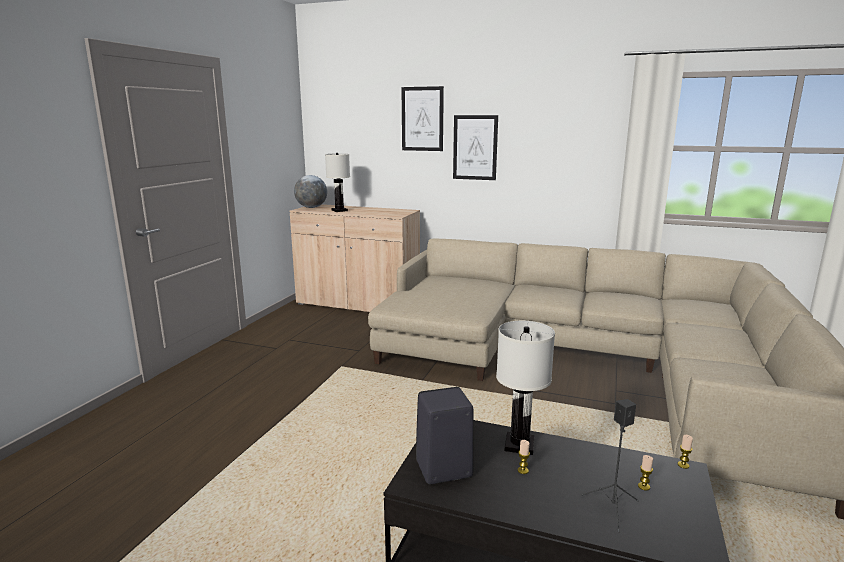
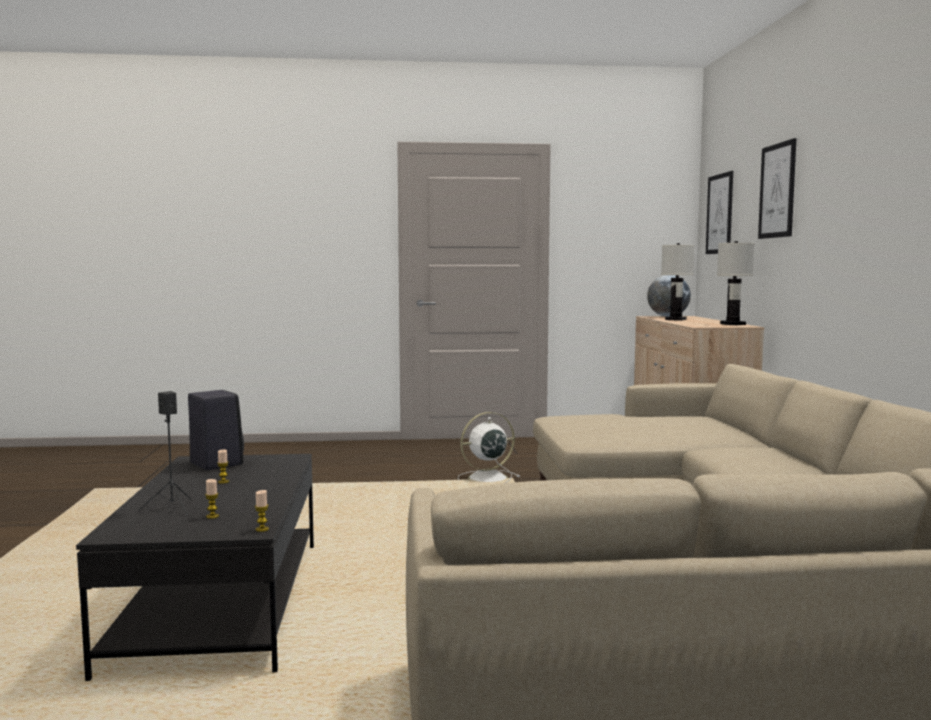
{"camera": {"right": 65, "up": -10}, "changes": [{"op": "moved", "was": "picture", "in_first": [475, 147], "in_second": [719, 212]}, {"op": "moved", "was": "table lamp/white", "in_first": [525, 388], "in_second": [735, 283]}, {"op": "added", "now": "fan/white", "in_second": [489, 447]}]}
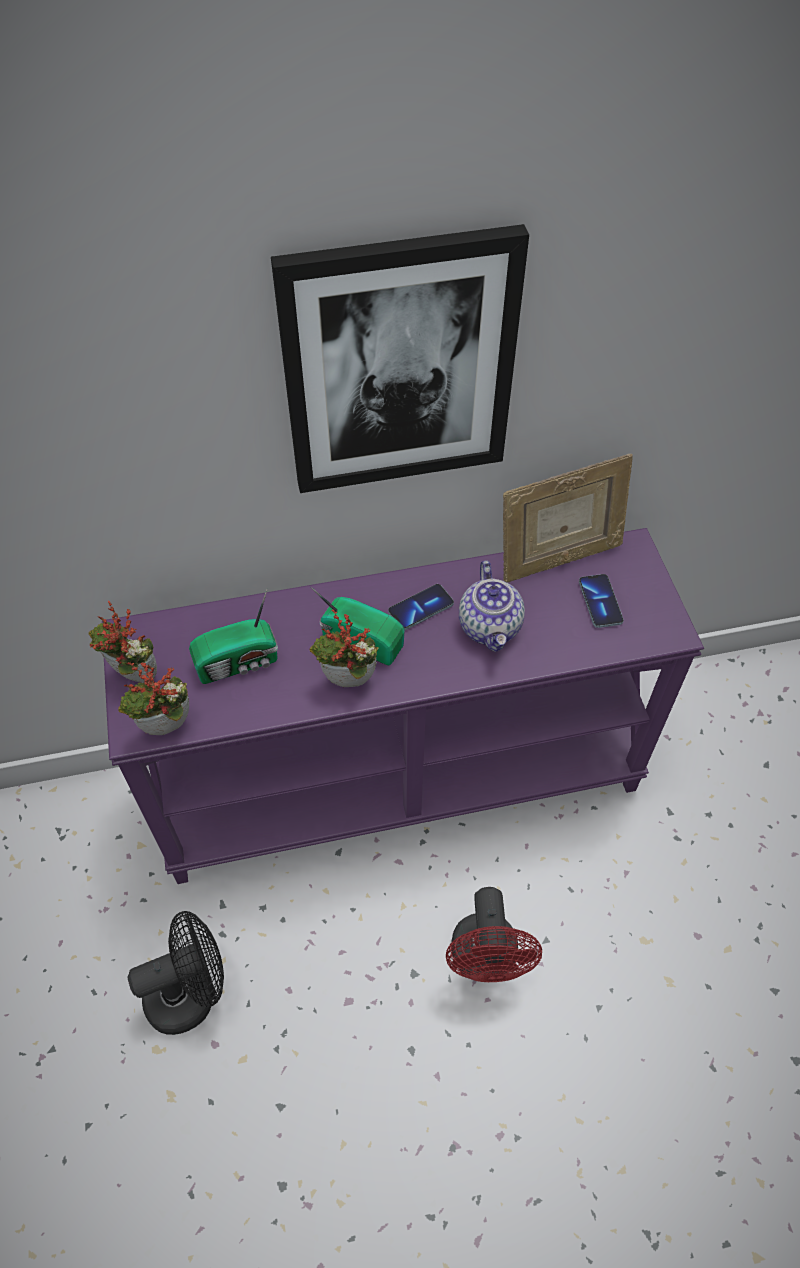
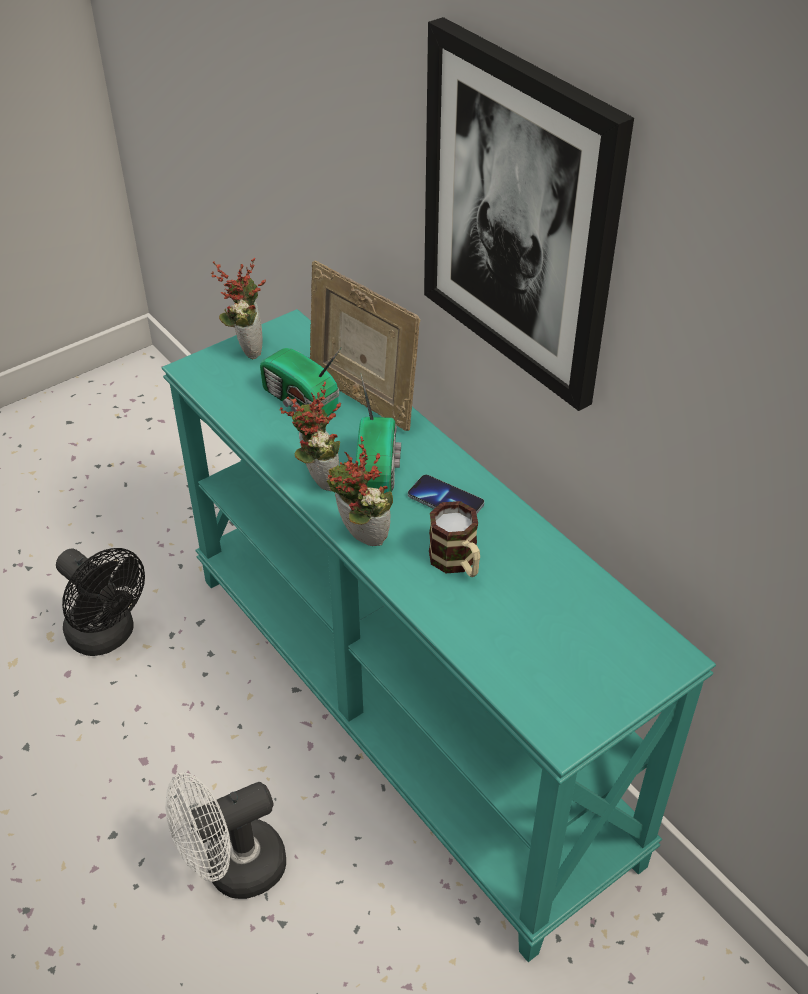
{"camera": {"right": 65, "up": -10}, "changes": [{"op": "moved", "was": "picture frame", "in_first": [568, 518], "in_second": [365, 345]}, {"op": "recoloured", "was": "console table/purple", "now": "console table/turquoise", "in_first": [403, 706], "in_second": [439, 635]}, {"op": "replaced", "was": "teapot", "now": "mug", "in_first": [492, 606], "in_second": [454, 539]}, {"op": "removed", "was": "phone", "in_first": [601, 601]}, {"op": "moved", "was": "potted plant", "in_first": [153, 698], "in_second": [360, 491]}, {"op": "recoloured", "was": "fan/red", "now": "fan/white", "in_first": [494, 934], "in_second": [225, 835]}]}
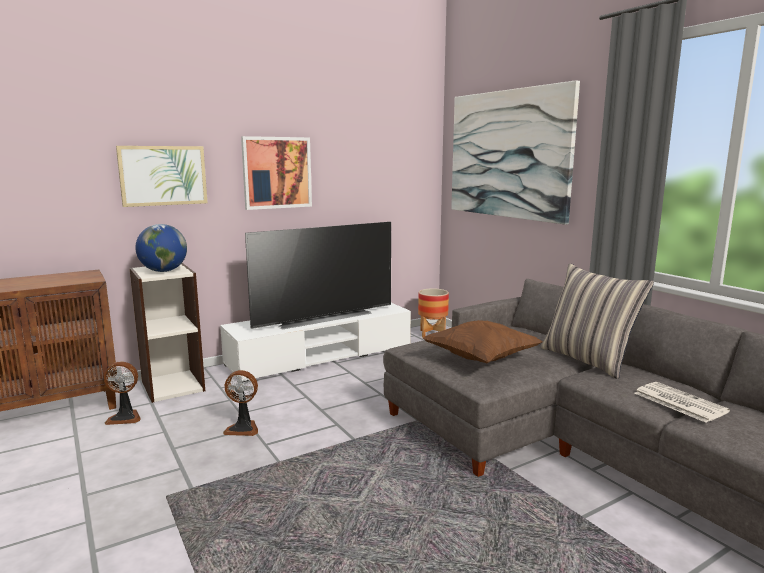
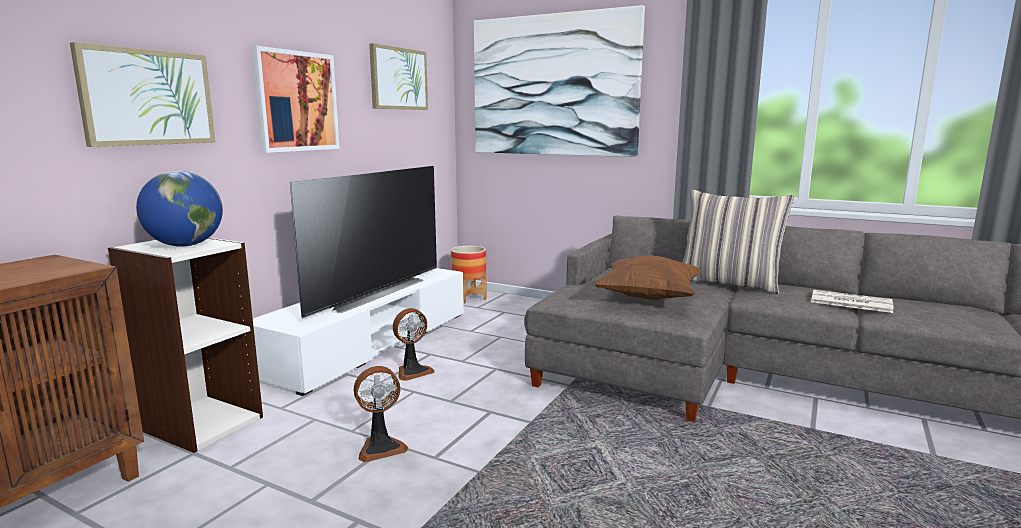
{"camera": {"right": -30, "up": 0}, "changes": [{"op": "moved", "was": "fan", "in_first": [122, 393], "in_second": [413, 344]}, {"op": "added", "now": "picture", "in_second": [398, 76]}]}
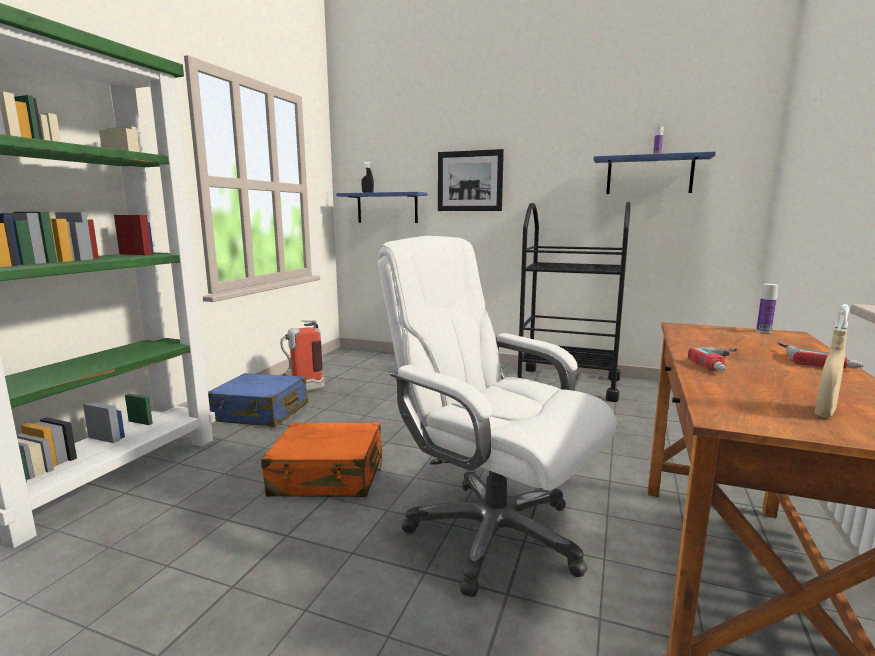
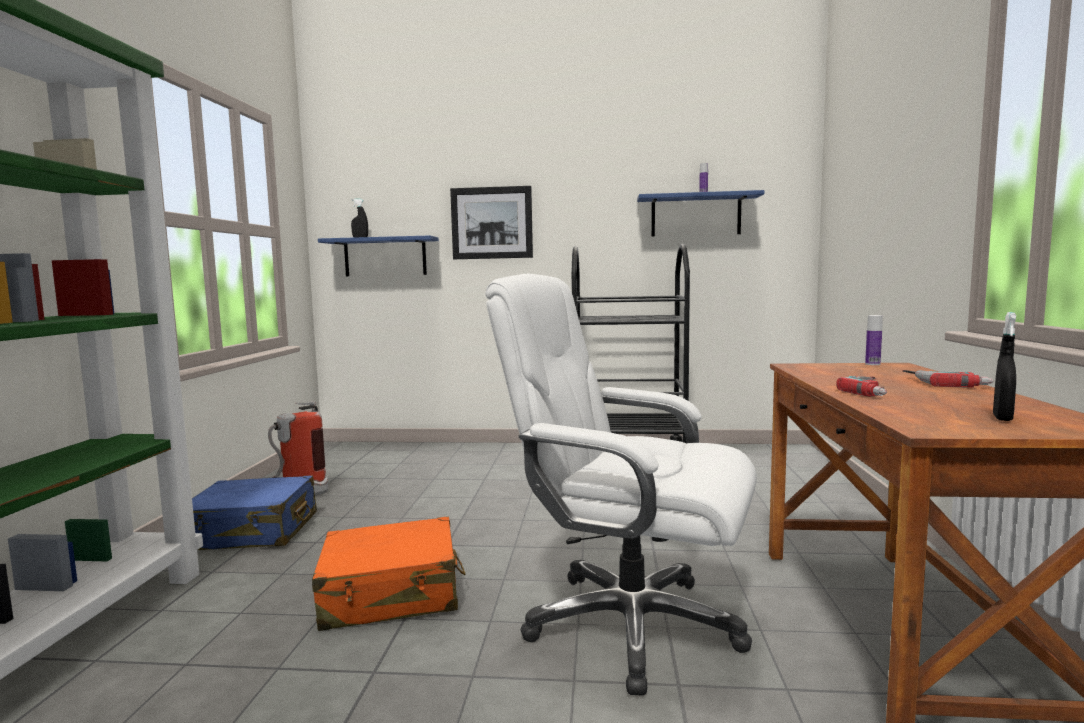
{"camera": {"right": -15, "up": -5}, "changes": [{"op": "recoloured", "was": "spray bottle/beige", "now": "spray bottle/black", "in_first": [832, 361], "in_second": [1004, 366]}]}
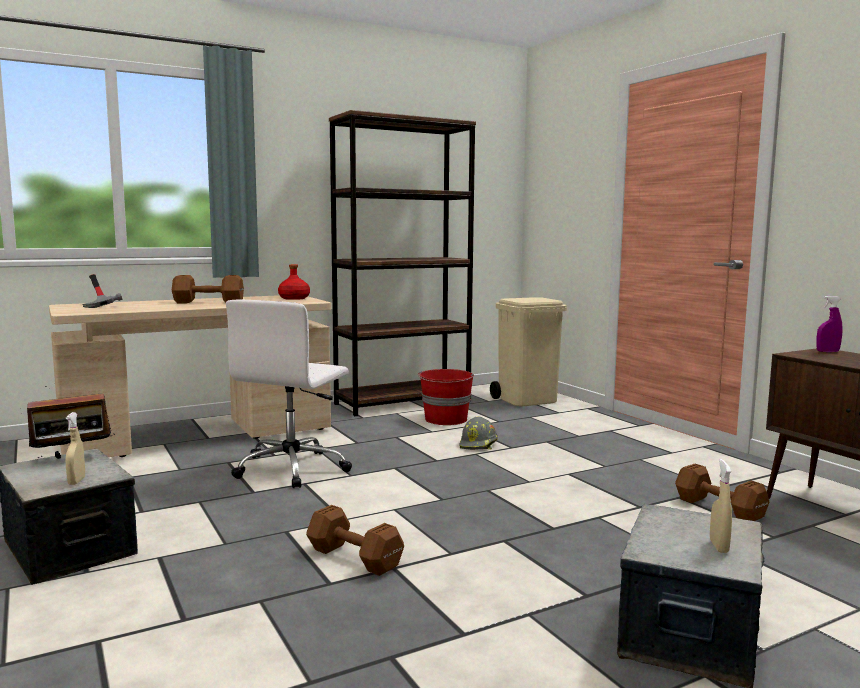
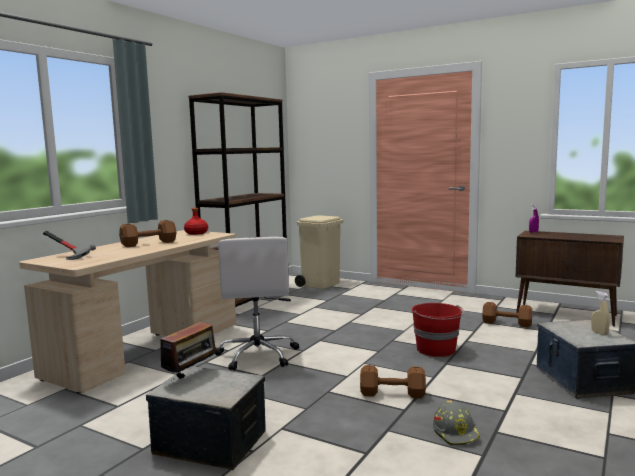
{"camera": {"right": -30, "up": 0}, "changes": [{"op": "moved", "was": "bucket/red", "in_first": [446, 397], "in_second": [438, 330]}, {"op": "removed", "was": "spray bottle/beige", "in_first": [75, 448]}, {"op": "moved", "was": "hard hat/grey", "in_first": [478, 433], "in_second": [456, 423]}]}
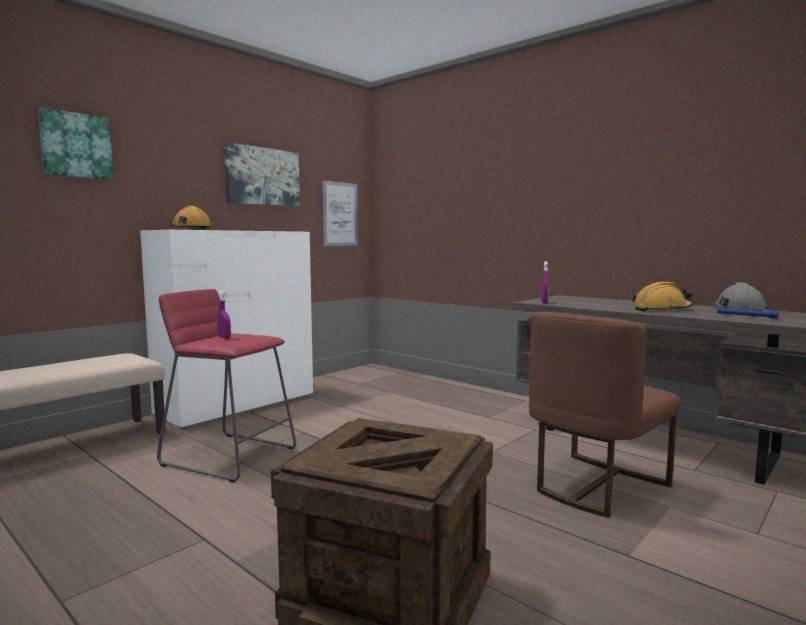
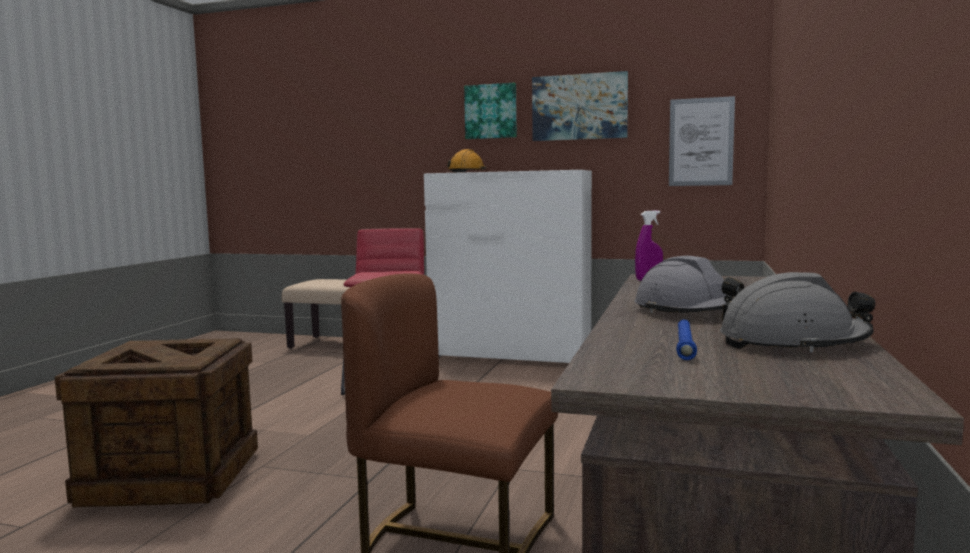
{"camera": {"right": 65, "up": 0}, "changes": [{"op": "moved", "was": "picture", "in_first": [76, 143], "in_second": [490, 111]}, {"op": "recoloured", "was": "hard hat/orange", "now": "hard hat/grey", "in_first": [663, 296], "in_second": [689, 284]}, {"op": "removed", "was": "spray bottle/purple", "in_first": [224, 315]}]}
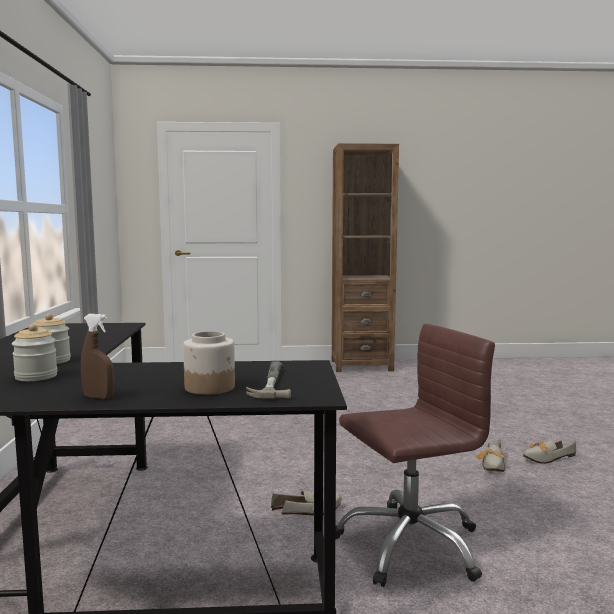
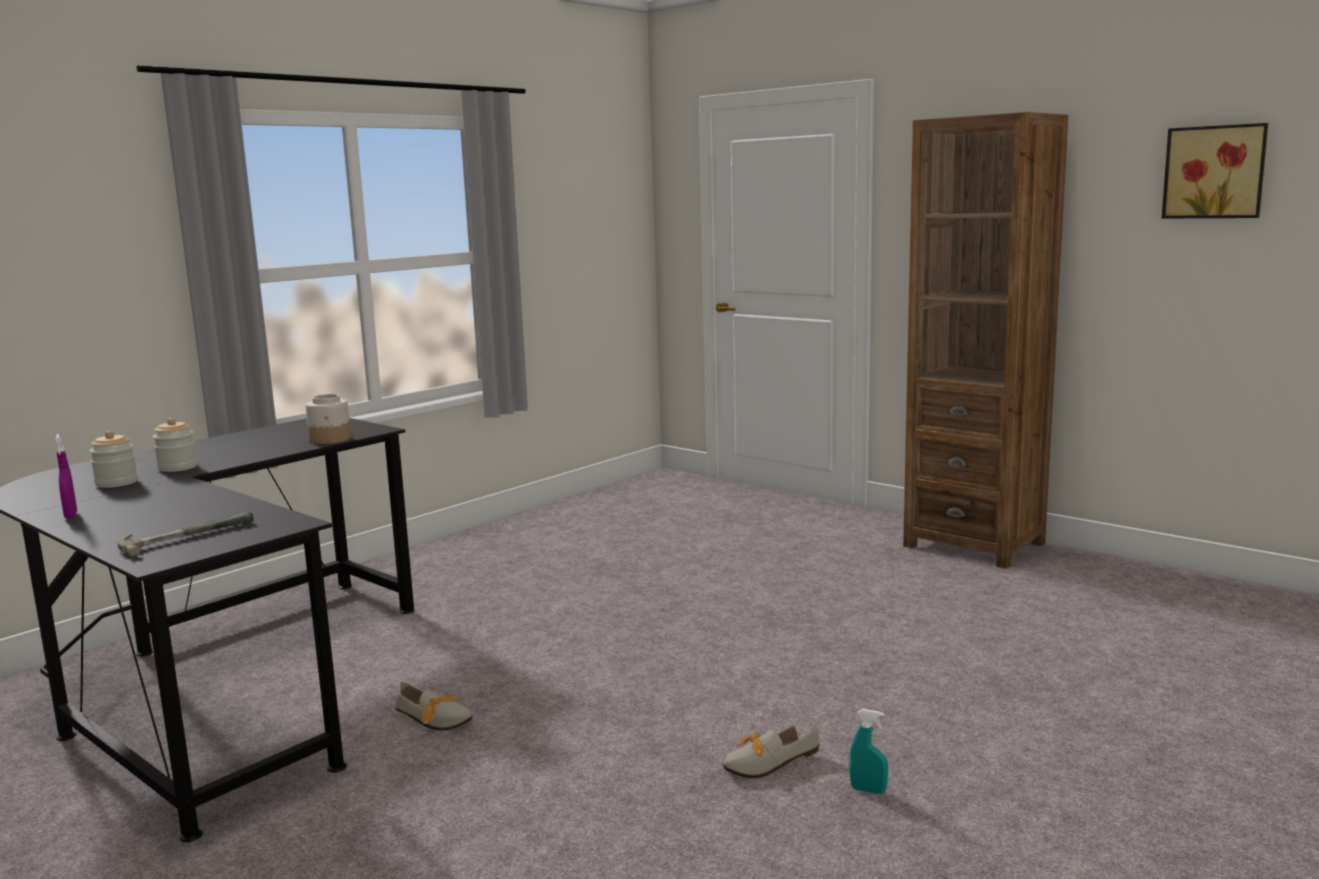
{"camera": {"right": 45, "up": 5}, "changes": [{"op": "recoloured", "was": "spray bottle/brown", "now": "spray bottle/purple", "in_first": [97, 356], "in_second": [66, 476]}, {"op": "removed", "was": "office chair/brown", "in_first": [415, 455]}, {"op": "moved", "was": "jar", "in_first": [209, 363], "in_second": [328, 419]}, {"op": "replaced", "was": "shoe", "now": "spray bottle/turquoise", "in_first": [549, 452], "in_second": [868, 751]}, {"op": "added", "now": "picture", "in_second": [1215, 170]}]}
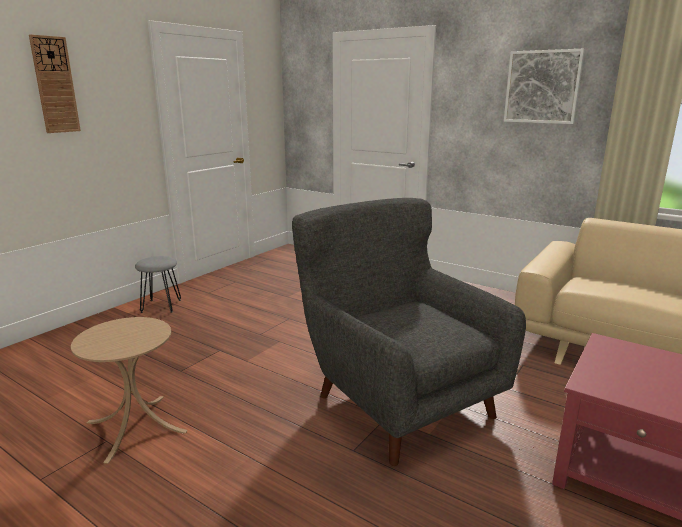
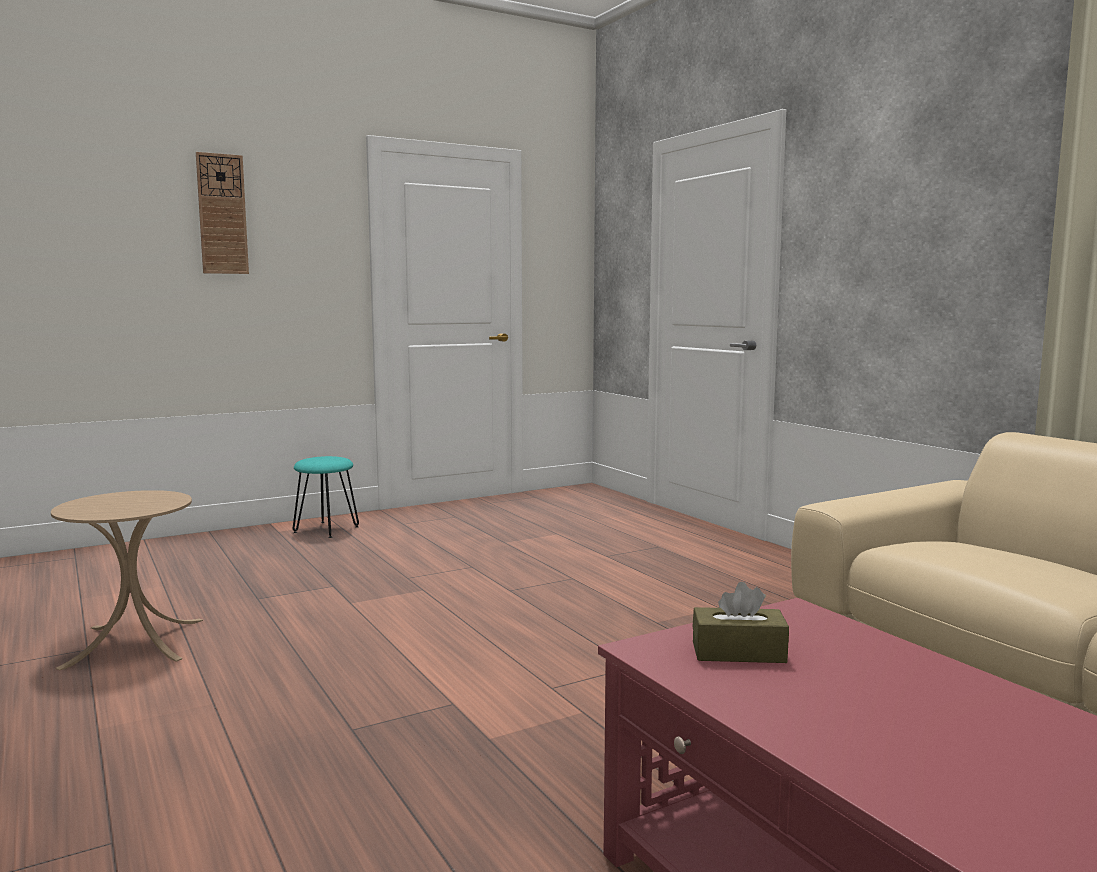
{"camera": {"right": 25, "up": -10}, "changes": [{"op": "removed", "was": "picture", "in_first": [544, 86]}, {"op": "removed", "was": "armchair/grey", "in_first": [409, 332]}, {"op": "recoloured", "was": "stool/grey", "now": "stool/turquoise", "in_first": [158, 284], "in_second": [326, 497]}, {"op": "added", "now": "tissue box/brown", "in_second": [740, 622]}]}
